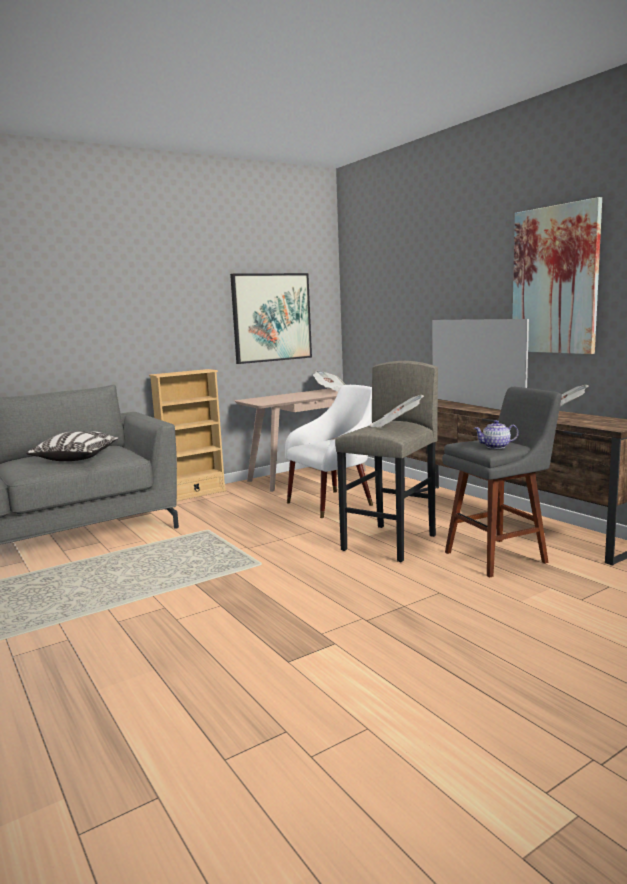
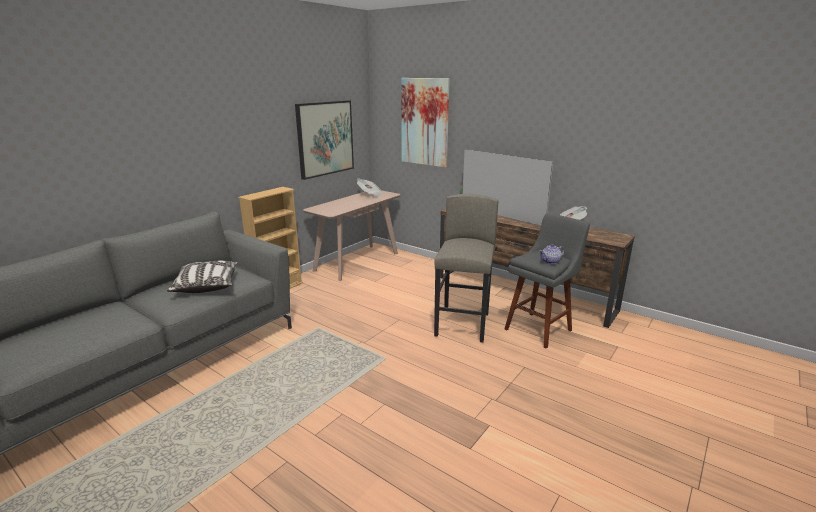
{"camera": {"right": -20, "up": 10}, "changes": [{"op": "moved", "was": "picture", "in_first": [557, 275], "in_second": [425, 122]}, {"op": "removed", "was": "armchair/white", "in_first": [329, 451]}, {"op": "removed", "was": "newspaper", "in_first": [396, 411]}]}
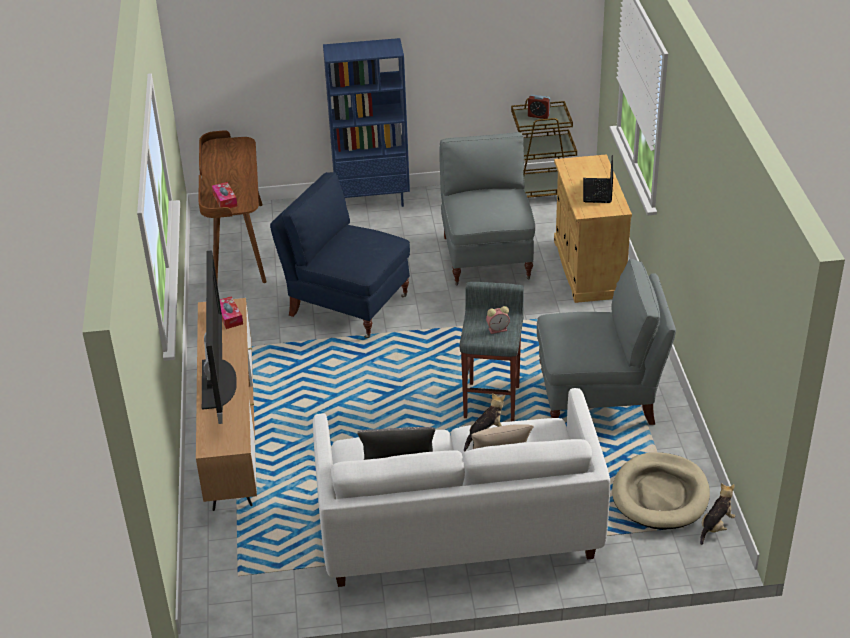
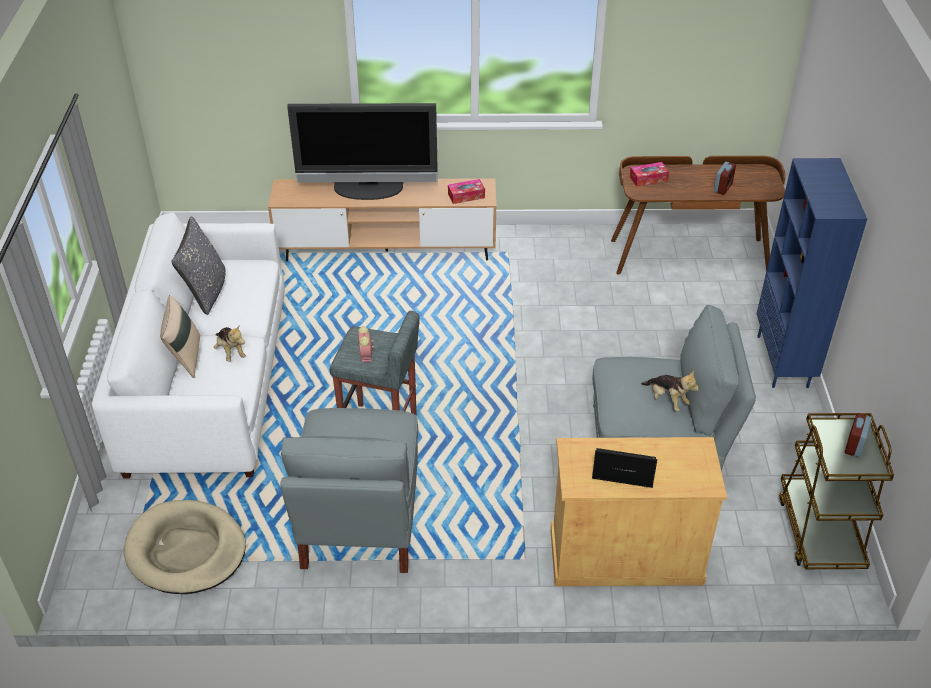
{"camera": {"right": 95, "up": 5}, "changes": [{"op": "removed", "was": "armchair/blue", "in_first": [340, 255]}, {"op": "moved", "was": "plush toy", "in_first": [717, 514], "in_second": [669, 390]}, {"op": "added", "now": "alarm clock", "in_second": [725, 178]}]}
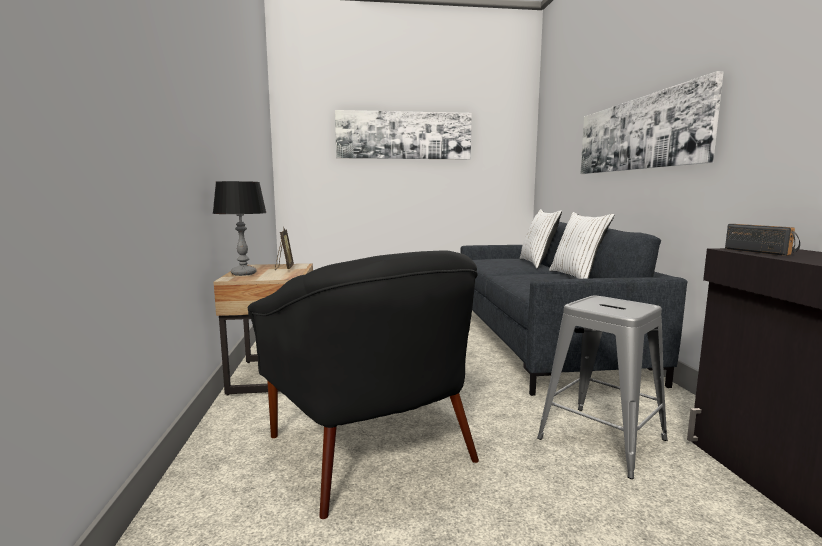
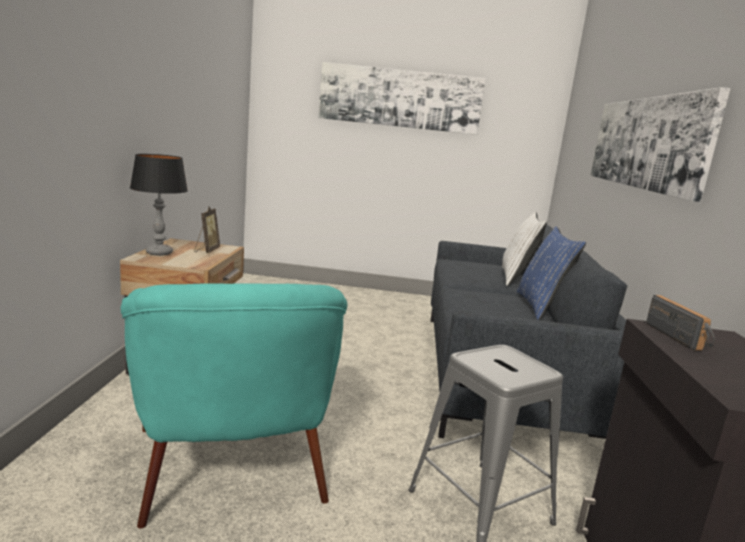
{"camera": {"right": 10, "up": 5}, "changes": [{"op": "recoloured", "was": "pillow/white", "now": "pillow/blue", "in_first": [581, 245], "in_second": [551, 273]}, {"op": "recoloured", "was": "armchair/black", "now": "armchair/turquoise", "in_first": [363, 384], "in_second": [233, 405]}]}
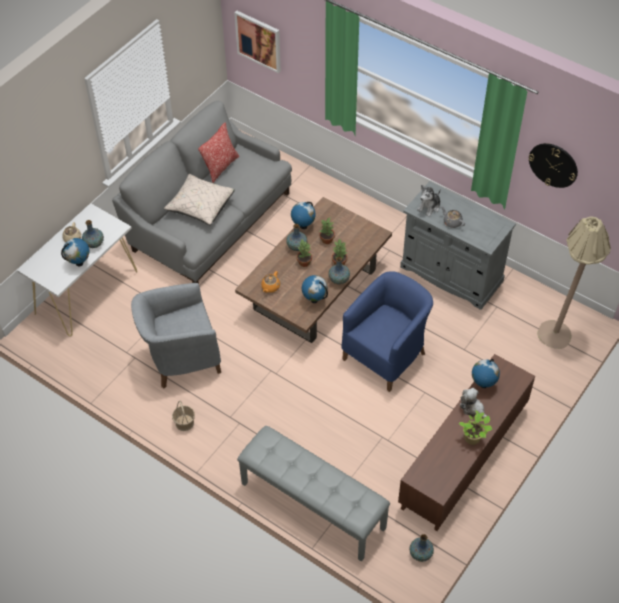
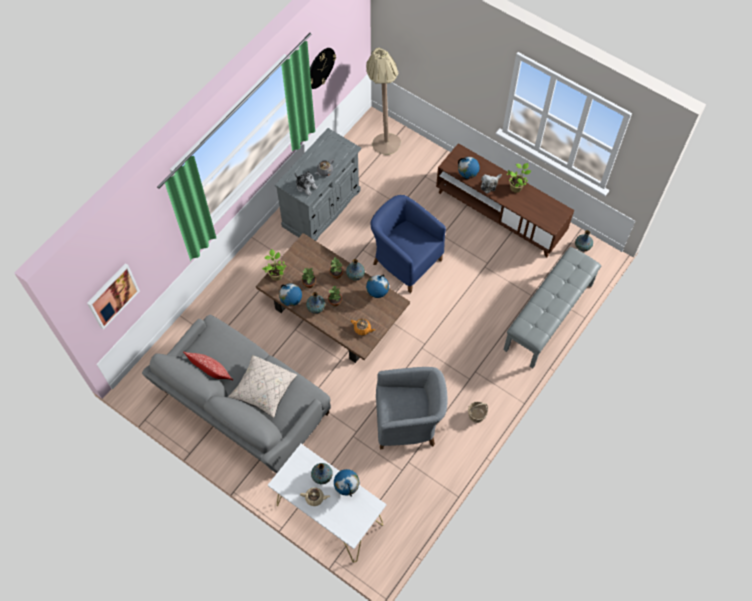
{"camera": {"right": -90, "up": 10}, "changes": [{"op": "turned", "was": "armchair/grey", "in_first": [176, 335], "in_second": [411, 408], "clockwise": -75}, {"op": "added", "now": "potted plant", "in_second": [274, 265]}]}
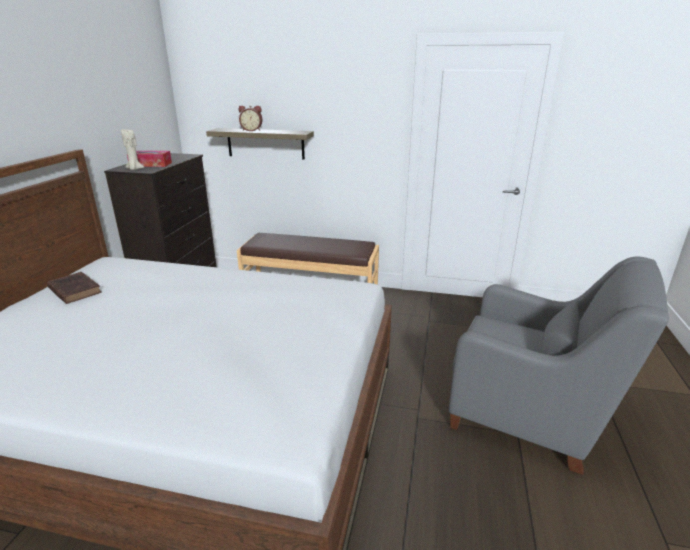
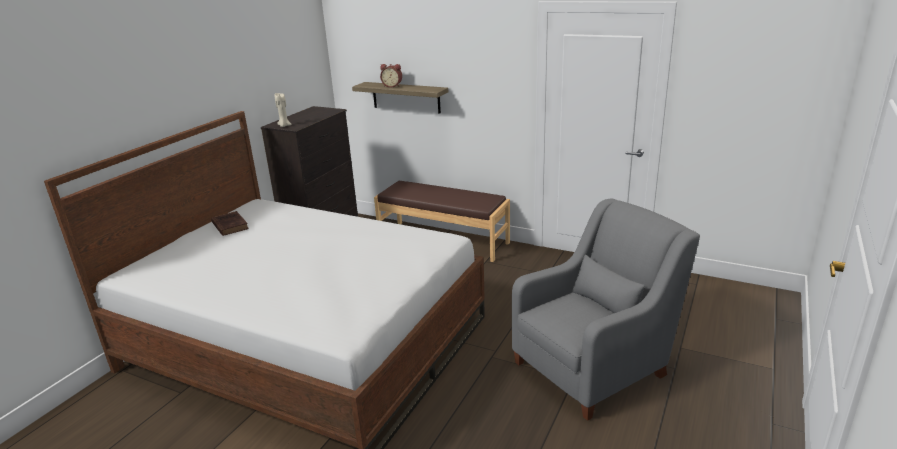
{"camera": {"right": 15, "up": 0}, "changes": [{"op": "removed", "was": "tissue box", "in_first": [149, 159]}, {"op": "turned", "was": "armchair/grey", "in_first": [559, 365], "in_second": [606, 309], "clockwise": -75}]}
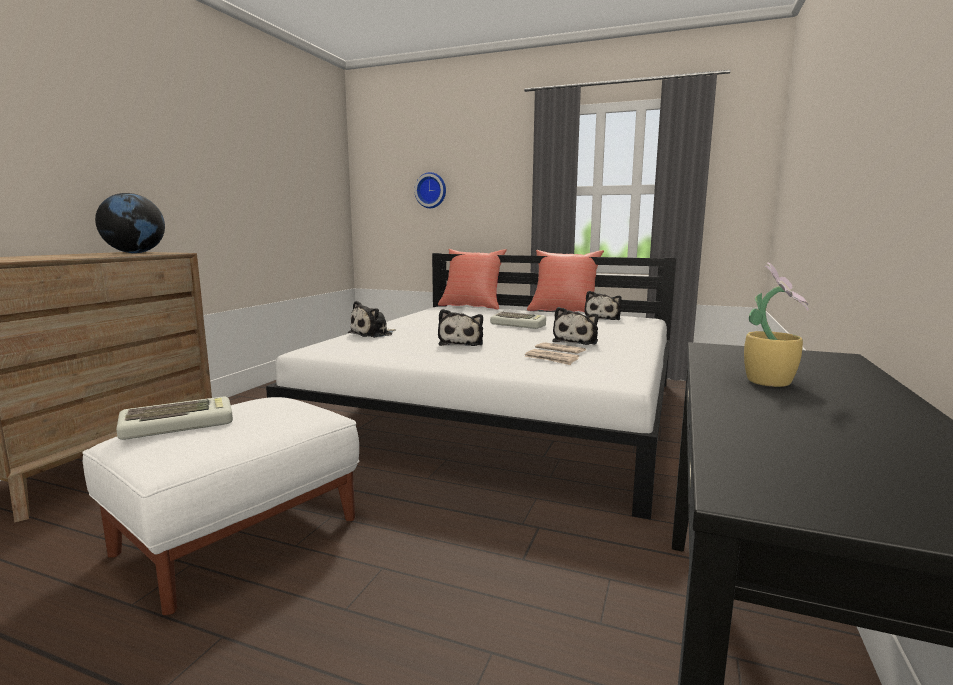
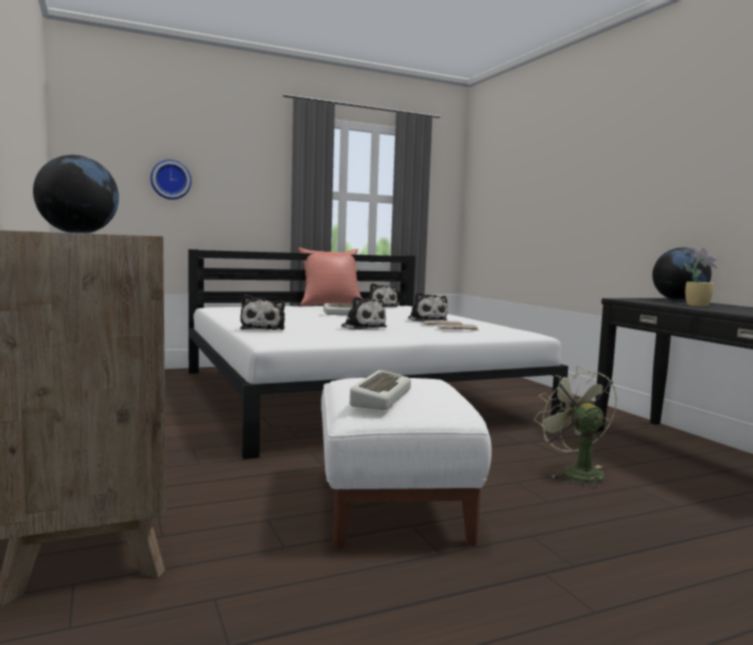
{"camera": {"right": -45, "up": -5}, "changes": [{"op": "removed", "was": "pillow/red", "in_first": [472, 279]}, {"op": "added", "now": "globe", "in_second": [681, 274]}, {"op": "added", "now": "fan/green", "in_second": [575, 427]}]}
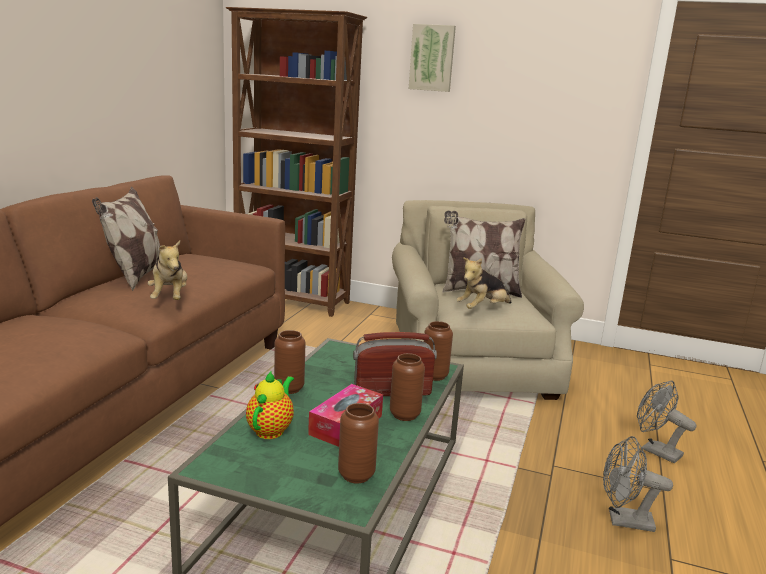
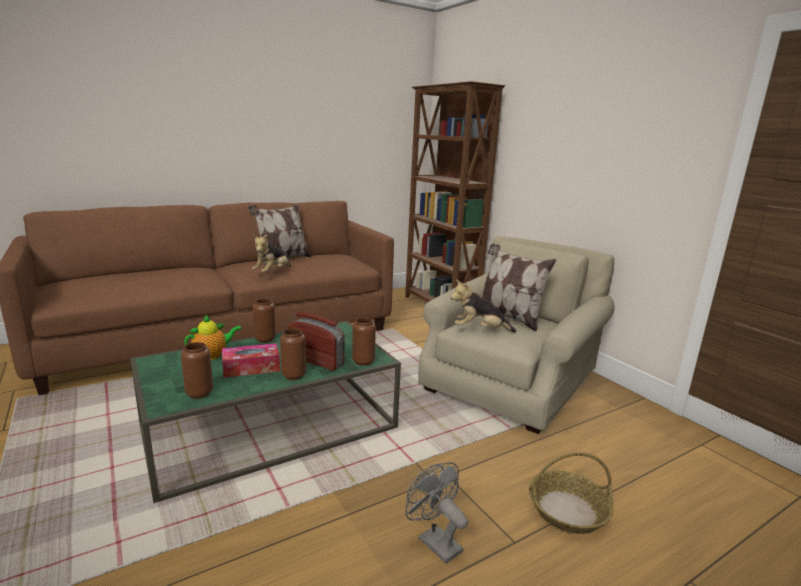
{"camera": {"right": 40, "up": 0}, "changes": [{"op": "removed", "was": "picture", "in_first": [432, 58]}, {"op": "replaced", "was": "fan/grey", "now": "basket", "in_first": [666, 422], "in_second": [571, 493]}]}
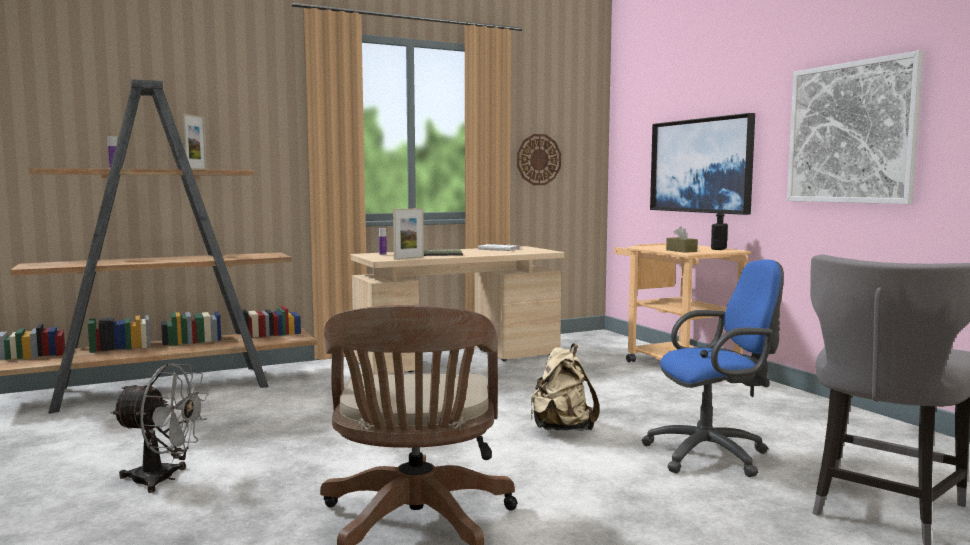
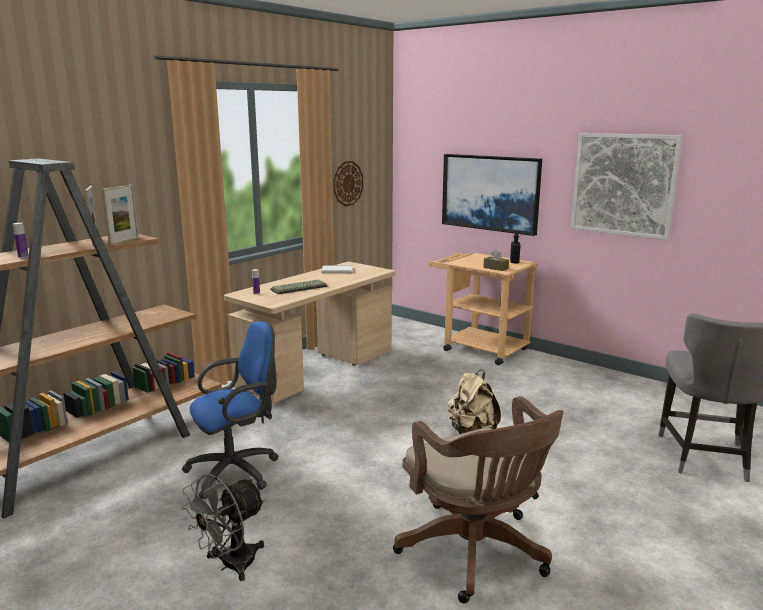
{"camera": {"right": -25, "up": 10}, "changes": [{"op": "moved", "was": "picture frame", "in_first": [408, 234], "in_second": [120, 215]}, {"op": "moved", "was": "office chair/blue", "in_first": [713, 368], "in_second": [230, 410]}, {"op": "turned", "was": "fan/grey", "in_first": [160, 428], "in_second": [223, 527], "clockwise": 150}]}
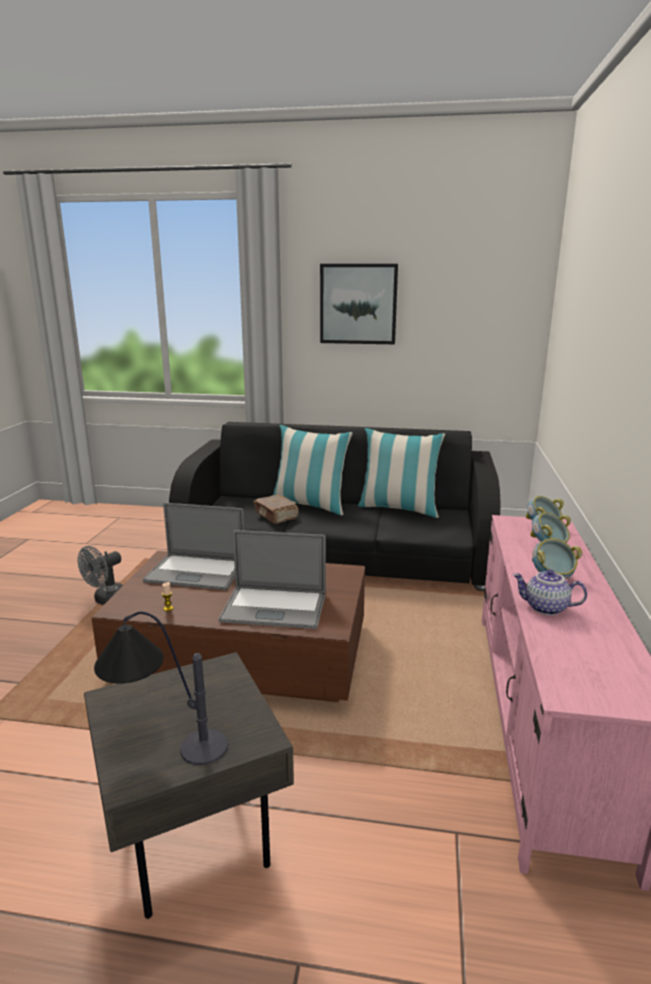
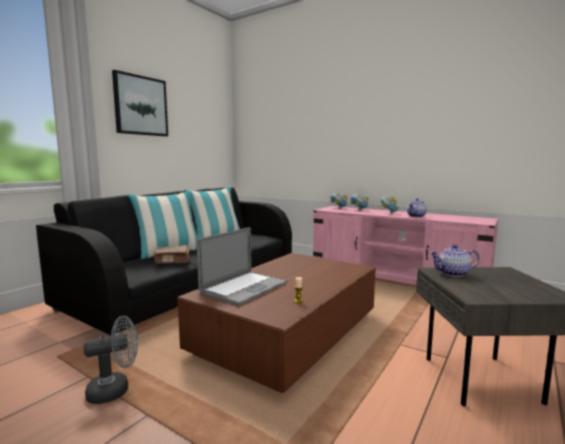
{"camera": {"right": -65, "up": -10}, "changes": [{"op": "removed", "was": "laptop", "in_first": [272, 579]}, {"op": "turned", "was": "fan/grey", "in_first": [100, 575], "in_second": [111, 360], "clockwise": -90}, {"op": "removed", "was": "table lamp", "in_first": [161, 688]}, {"op": "added", "now": "teapot", "in_second": [455, 260]}]}
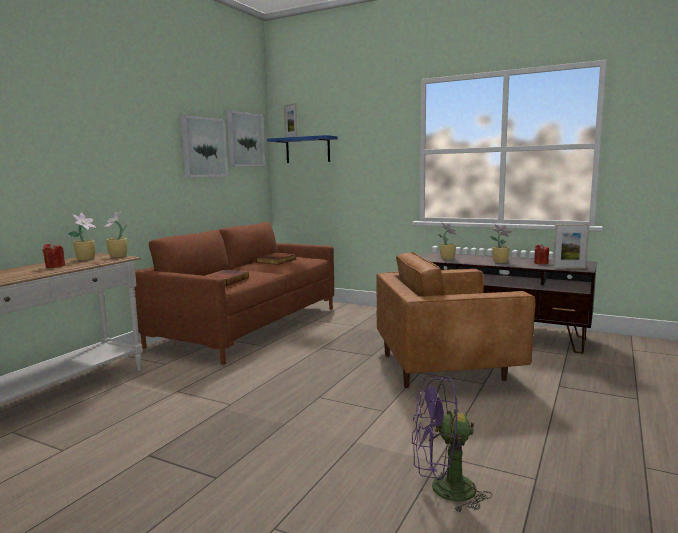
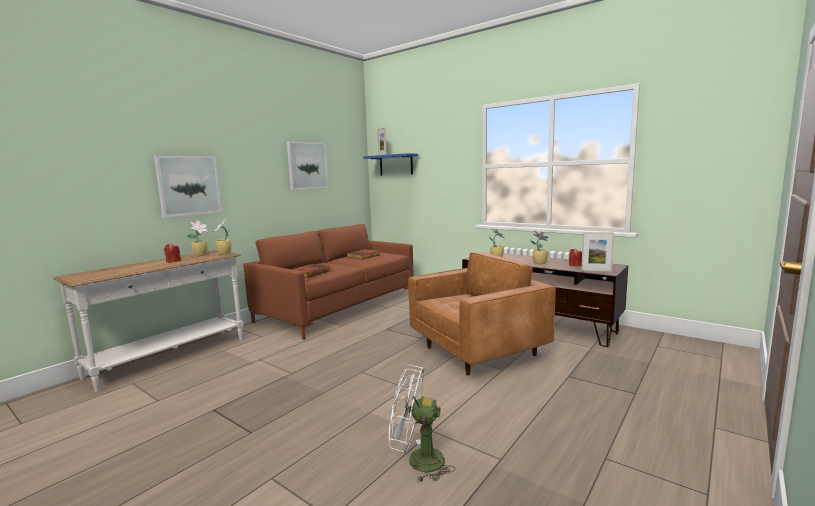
{"camera": {"right": 10, "up": 0}, "changes": [{"op": "moved", "was": "picture", "in_first": [246, 138], "in_second": [188, 187]}, {"op": "turned", "was": "armchair/brown", "in_first": [455, 320], "in_second": [482, 314], "clockwise": 150}, {"op": "recoloured", "was": "fan/purple", "now": "fan/white", "in_first": [452, 445], "in_second": [422, 423]}]}
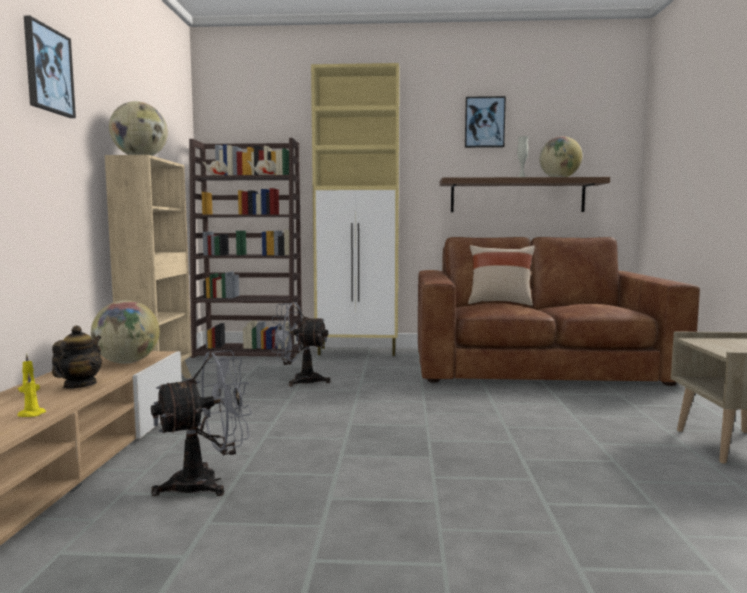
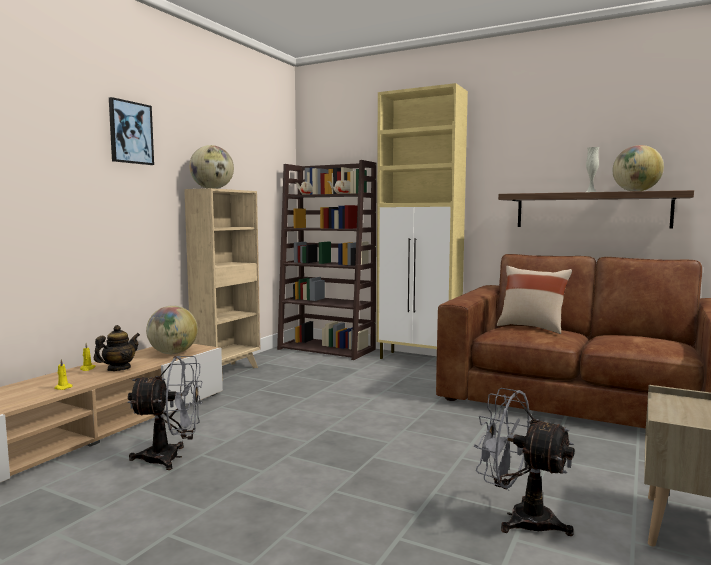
{"camera": {"right": 25, "up": 0}, "changes": [{"op": "removed", "was": "picture", "in_first": [485, 122]}, {"op": "moved", "was": "fan/grey", "in_first": [300, 344], "in_second": [524, 462]}]}
